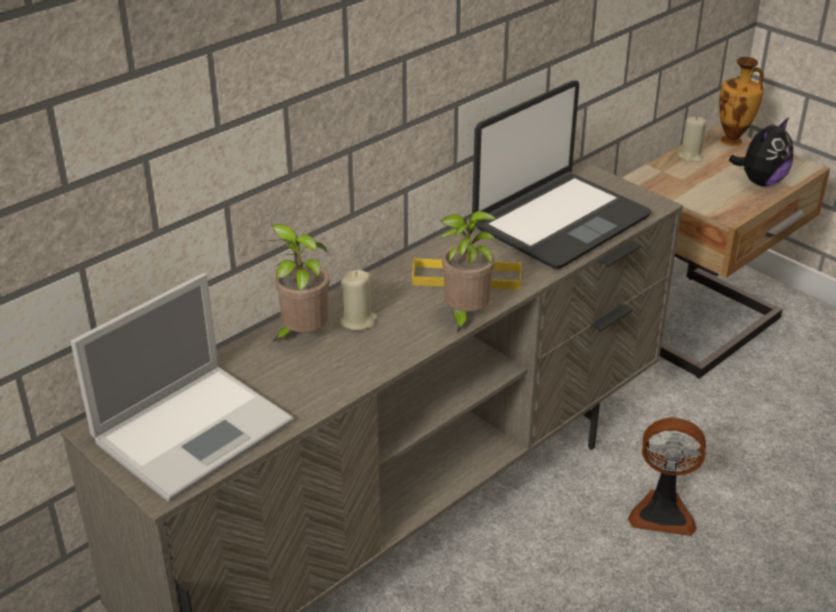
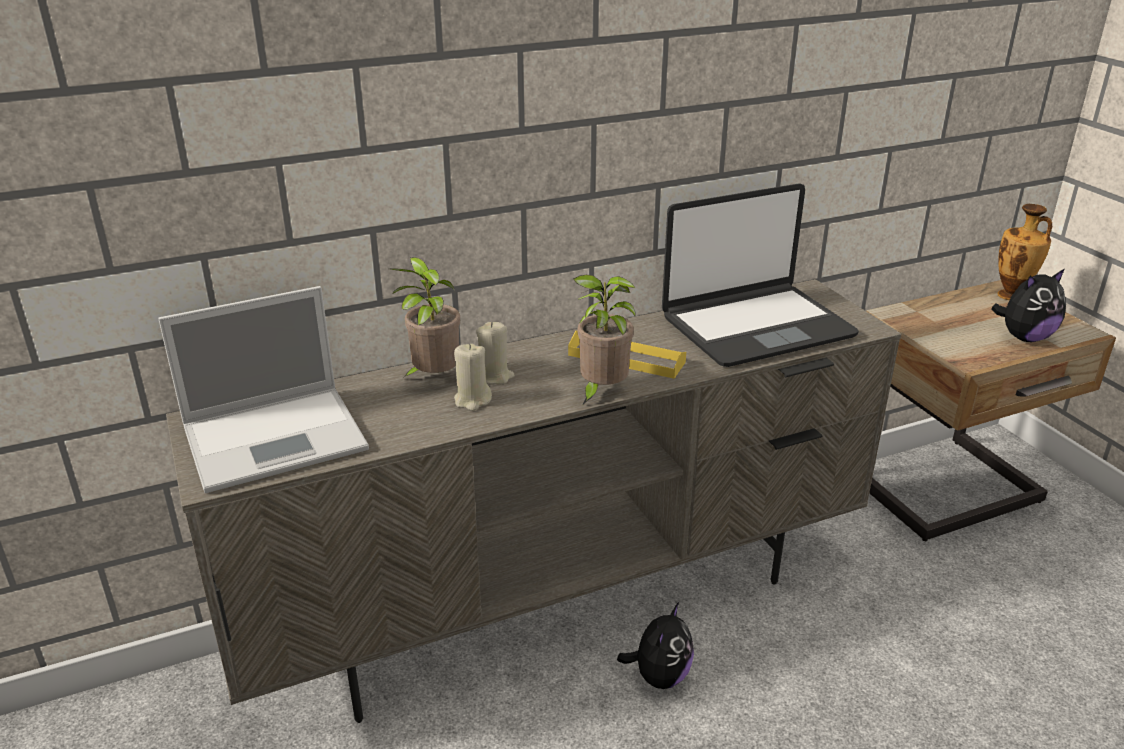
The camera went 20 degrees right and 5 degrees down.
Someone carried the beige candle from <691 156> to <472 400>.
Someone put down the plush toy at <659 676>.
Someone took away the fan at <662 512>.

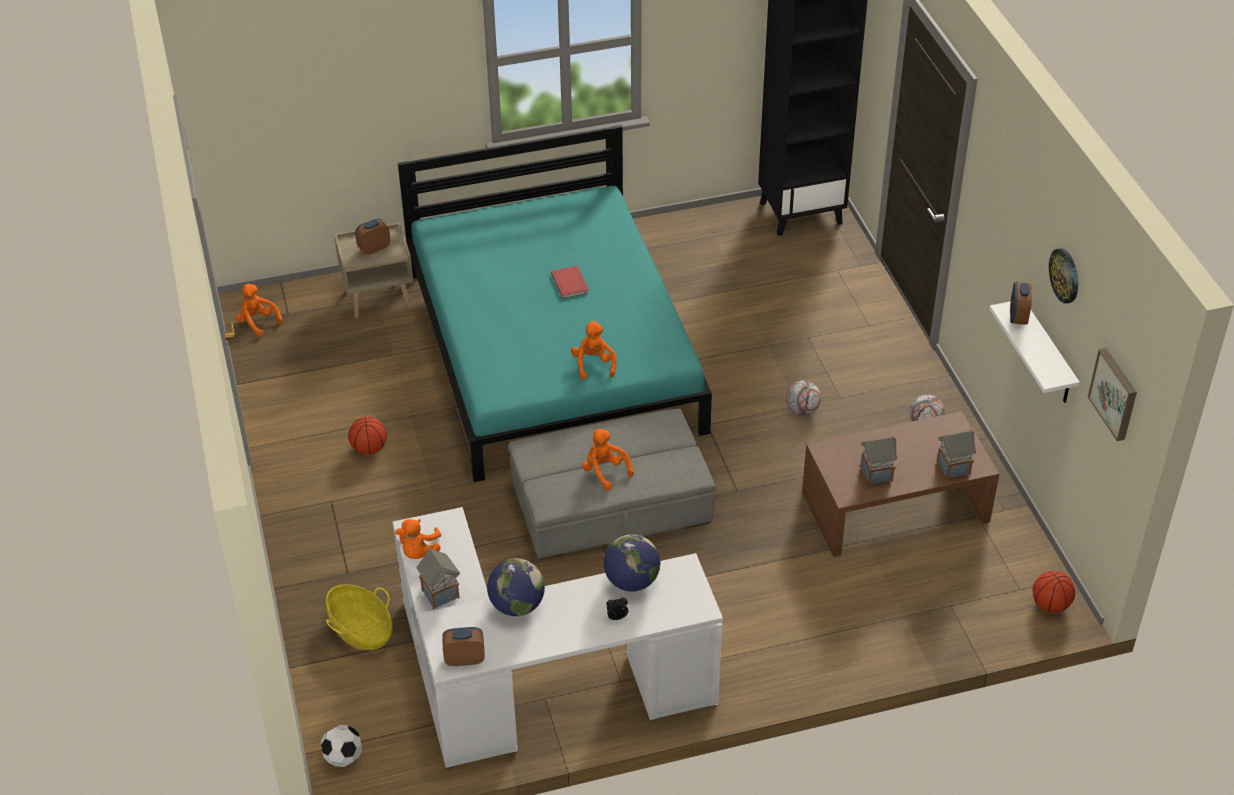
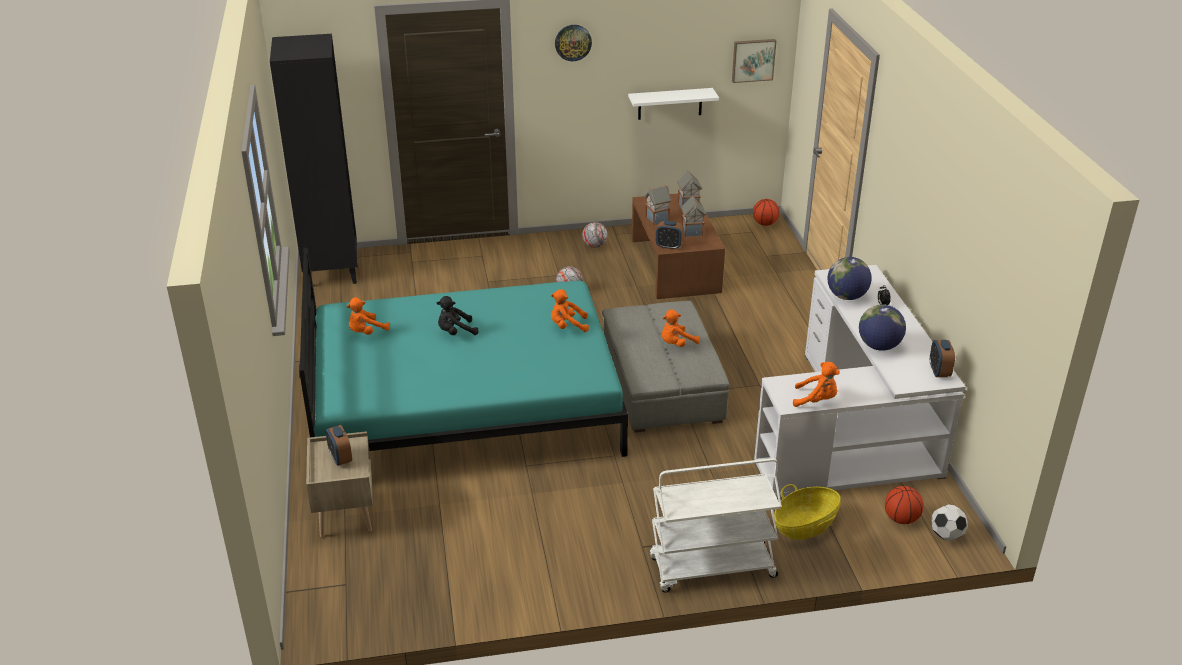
The camera went 85 degrees left and 10 degrees down.
Someone carried the orange plush toy from <258 322> to <366 332>.
Someone swapped the red book at <571 283> for the black plush toy at <455 332>.
Someone carried the wall clock from <1065 275> to <573 42>.
Someone carried the toy house from <441 595> to <657 219>.
Someone put down the white cart at <711 568>.
Someone carried the alarm clock from <1018 317> to <668 246>.
Someone carried the basketball from <369 449> to <901 519>.

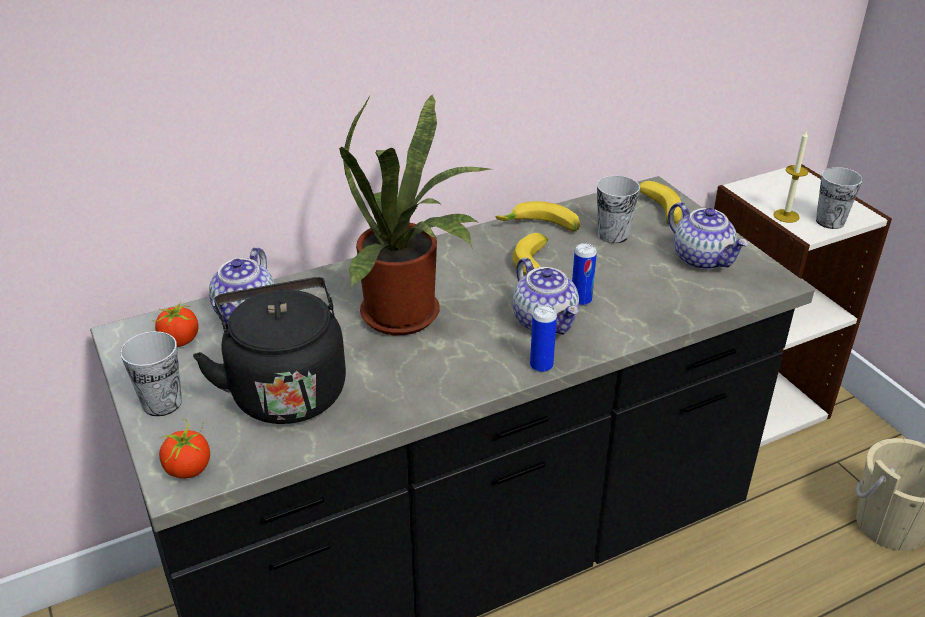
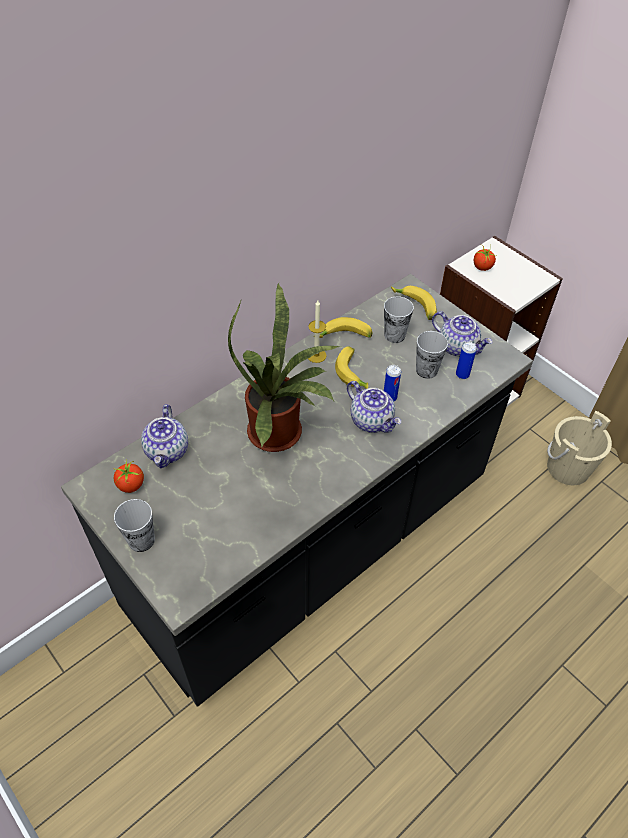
The camera went 15 degrees left and 15 degrees up.
Someone carried the candle from <786 216> to <316 355>.
Someone carried the cup from <830 221> to <426 370>.
Someone carried the can from <541 366> to <462 374>.
Someone carried the tomato from <188 469> to <482 267>.
Someone took away the black kettle at <286 389>.

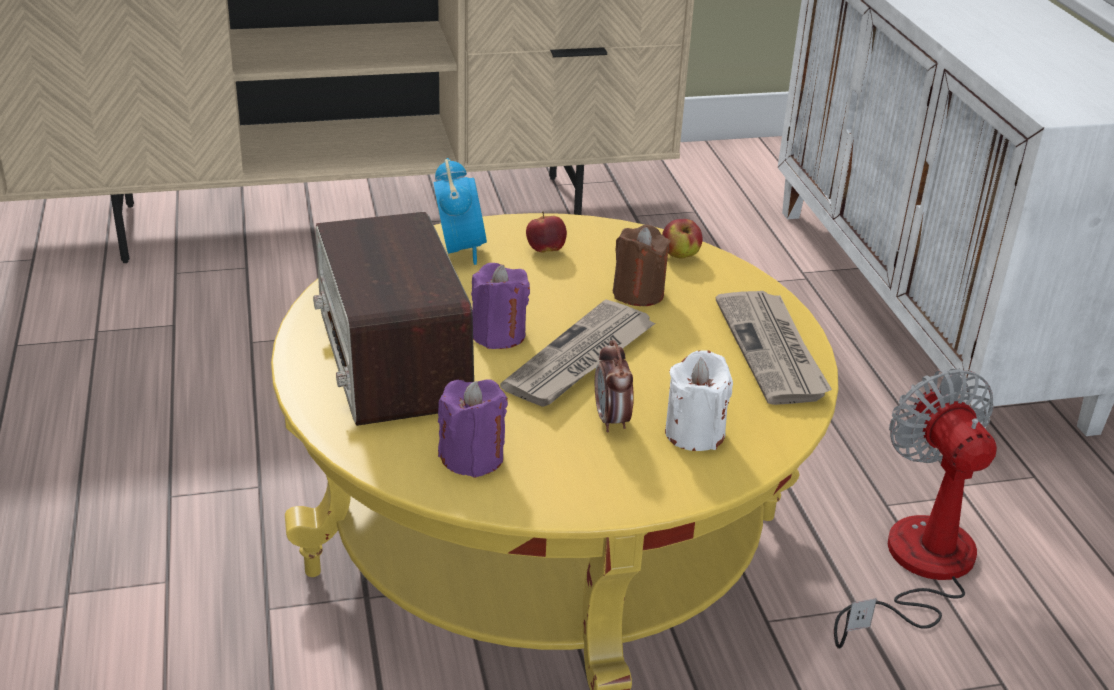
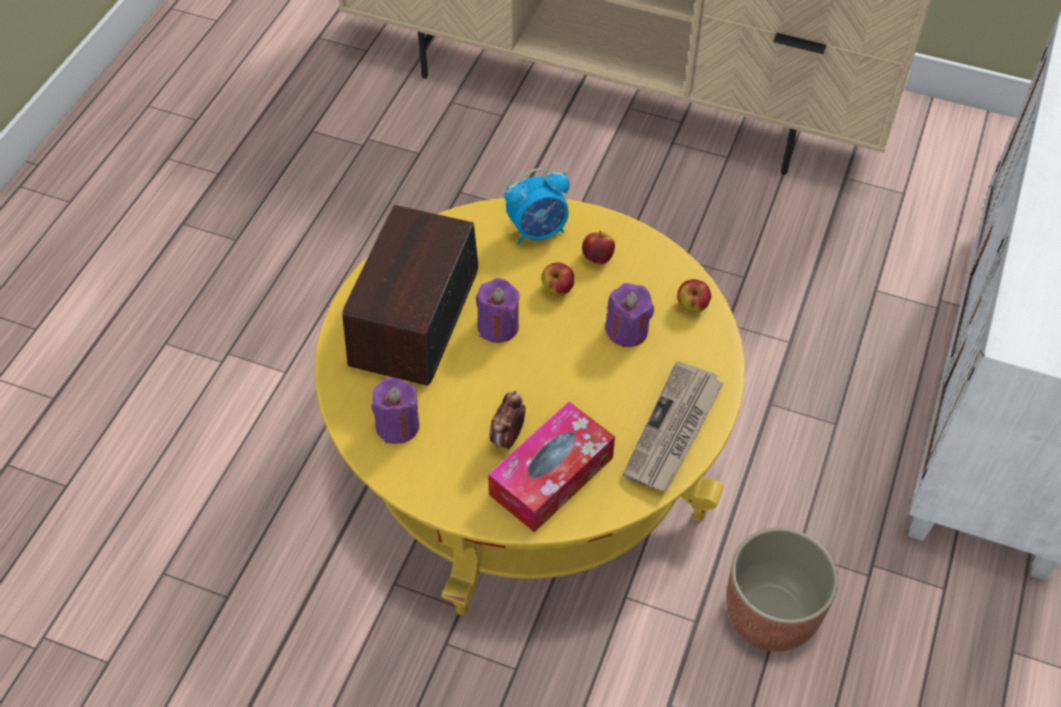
The camera went 35 degrees right and 20 degrees up.
Someone swapped the white candle at <694 433> for the tissue box at <551 476>.
Someone rotated the alarm clock at <460 249> by 45 degrees clockwise.
Someone put down the apple at <557 289>.
Someone repainted the brown candle at <638 293>, which became the purple candle at <627 330>.
Someone swapped the fan at <916 568> for the planter at <770 614>.
Someone took away the newspaper at <580 359>.

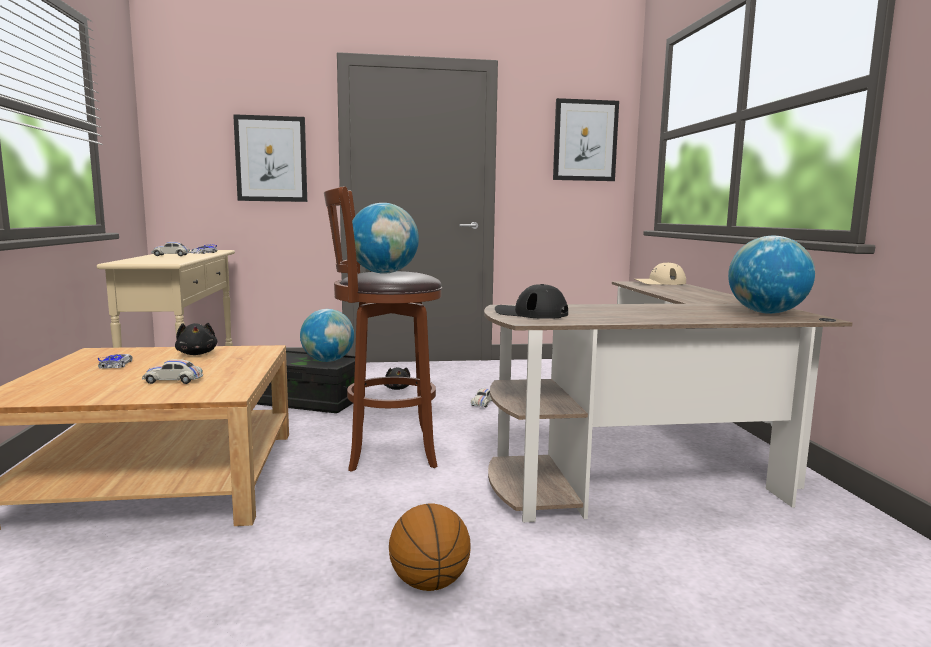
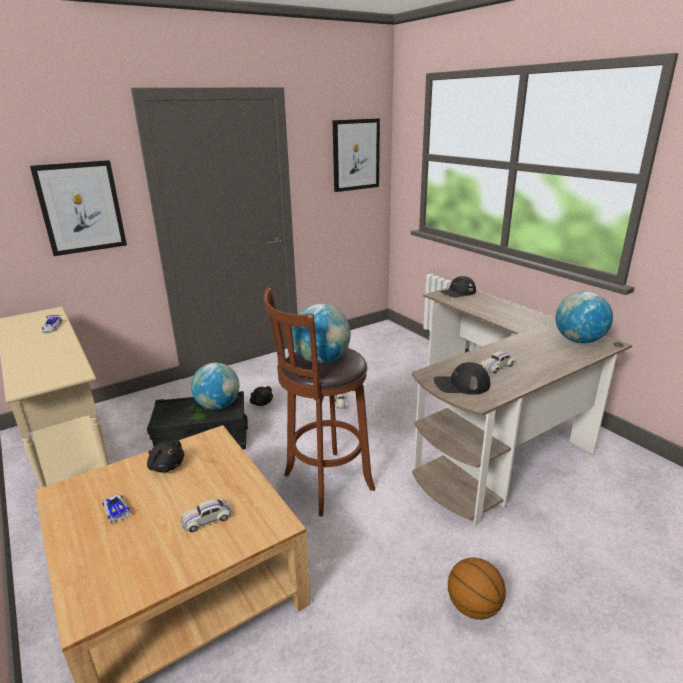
The camera went 25 degrees left and 15 degrees up.
Someone repainted the beige cap at <659 283>, which became the black cap at <458 292>.
Someone carried the white toy car from <171 255> to <497 367>.

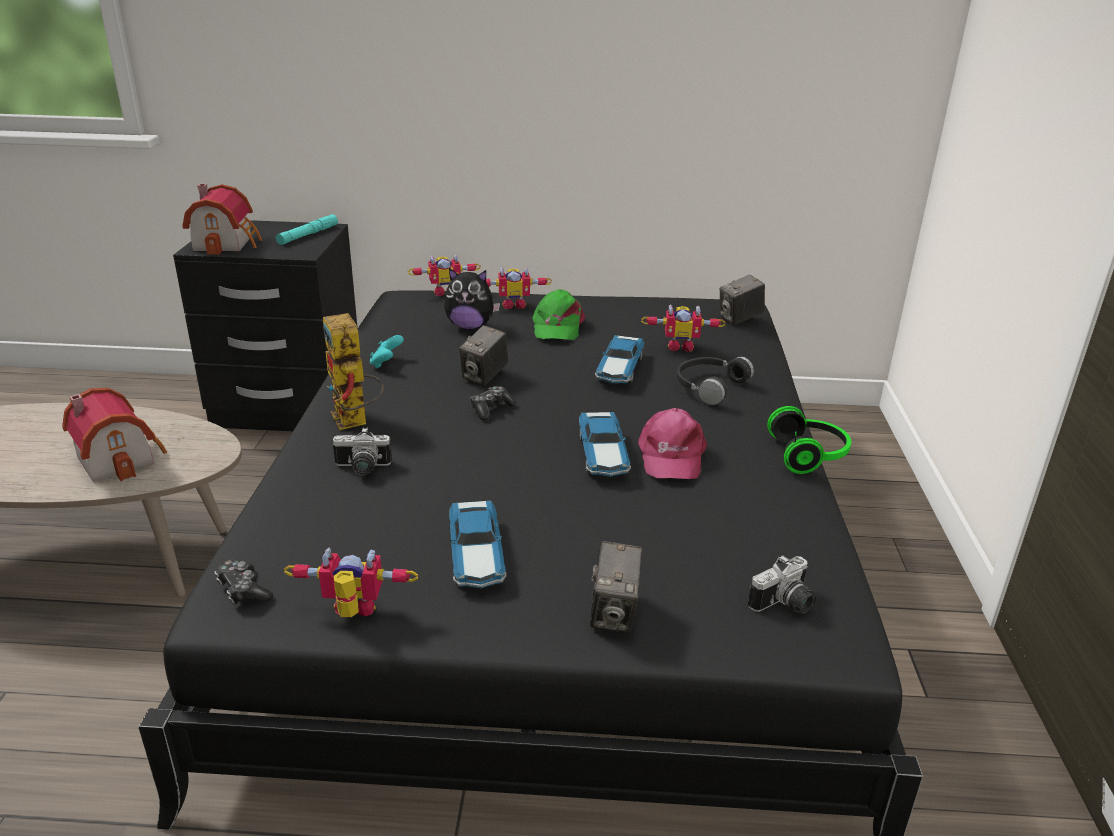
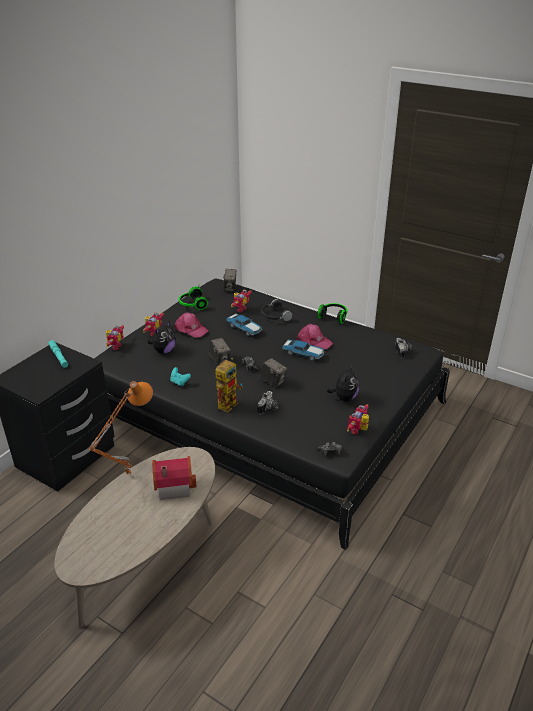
The camera went 60 degrees left and 5 degrees up.
Someone put down the orange table lamp at <128 474>.
Someone repainted the green cap at <557 326>, which became the pink cap at <190 329>.
Someone put down the headphones at <192 305>.
Someone rotated the toy robot at <355 422> by 60 degrees counterclockwise.
Someone carried the photo camera from <614 614> to <273 382>.
Someone swapped the toy car at <476 556> for the plush toy at <344 398>.
Someone took away the toy house at <227 243>.

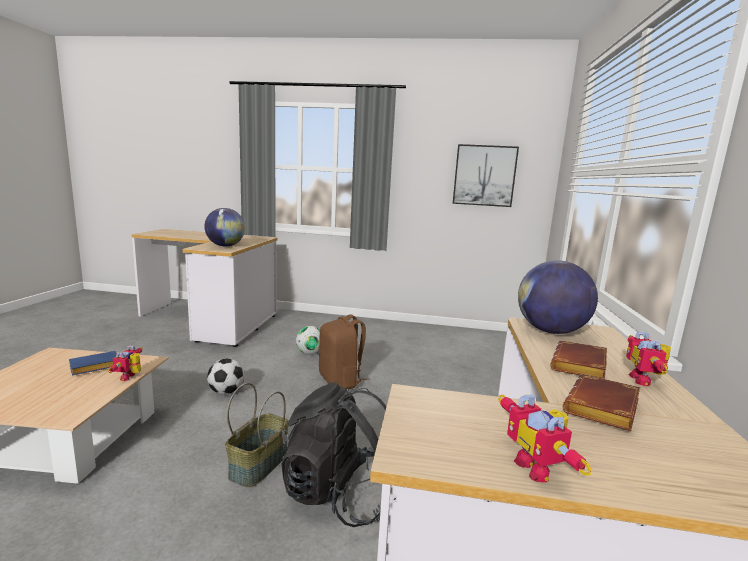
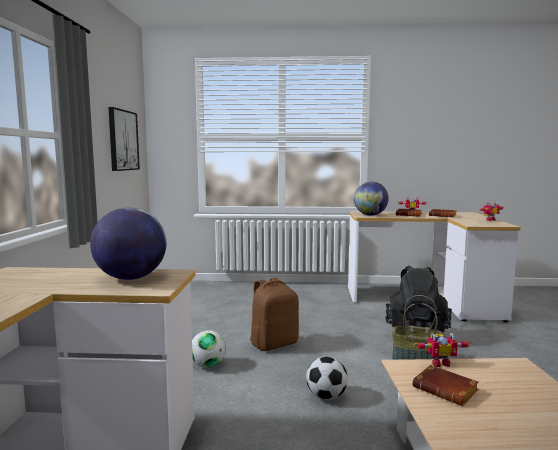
The camera went 95 degrees left and 5 degrees down.
Someone repainted the blue book at <94 367>, which became the brown book at <447 390>.

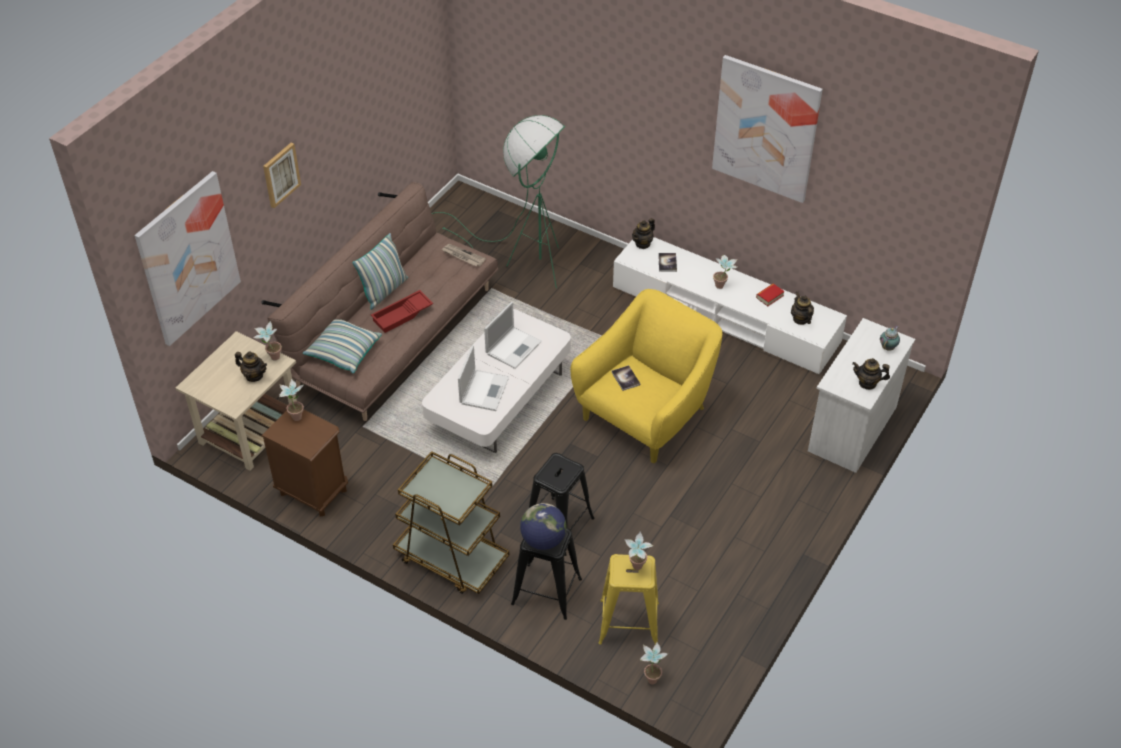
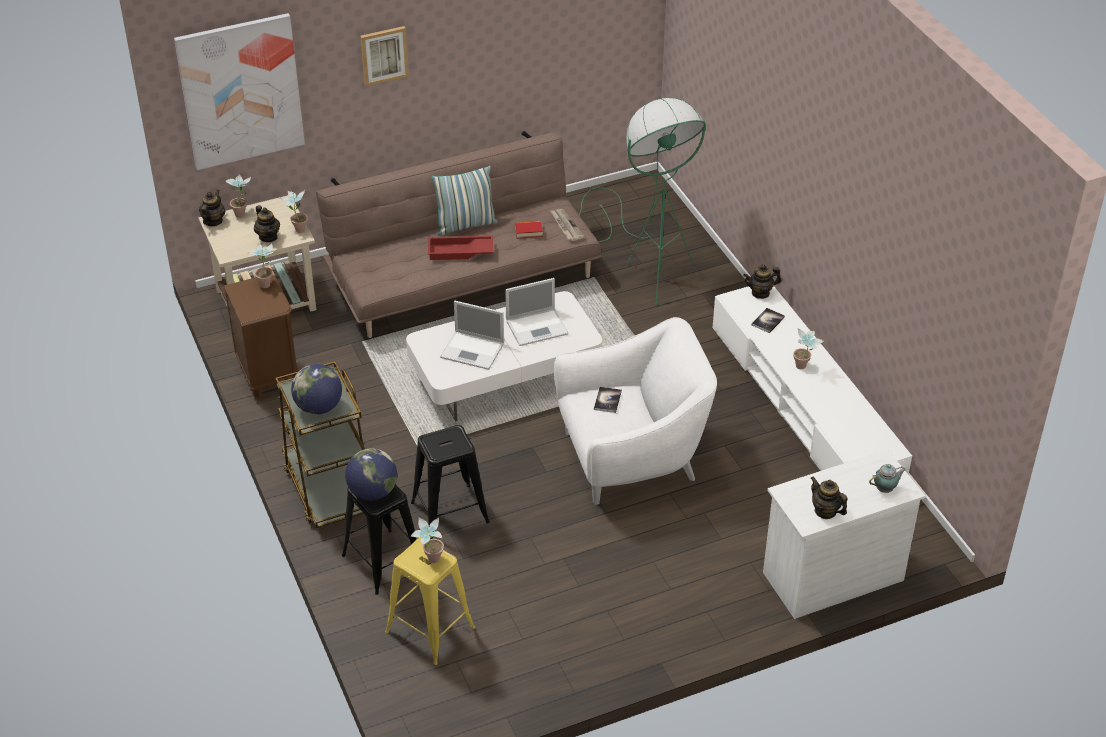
The camera went 35 degrees right and 5 degrees down.
Someone carried the teapot from <800 319> to <213 221>.
Someone carried the potted plant from <652 676> to <242 212>.
Someone put down the globe at <319 407>.
Someone rotated the laptop at <484 389> by 60 degrees clockwise.
Someone carried the book from <769 296> to <528 232>.
Someone repainted the yellow armchair at <646 414>, which became the white armchair at <631 457>.
Someone took away the pillow at <343 352>.
Someone took away the picture at <766 128>.

